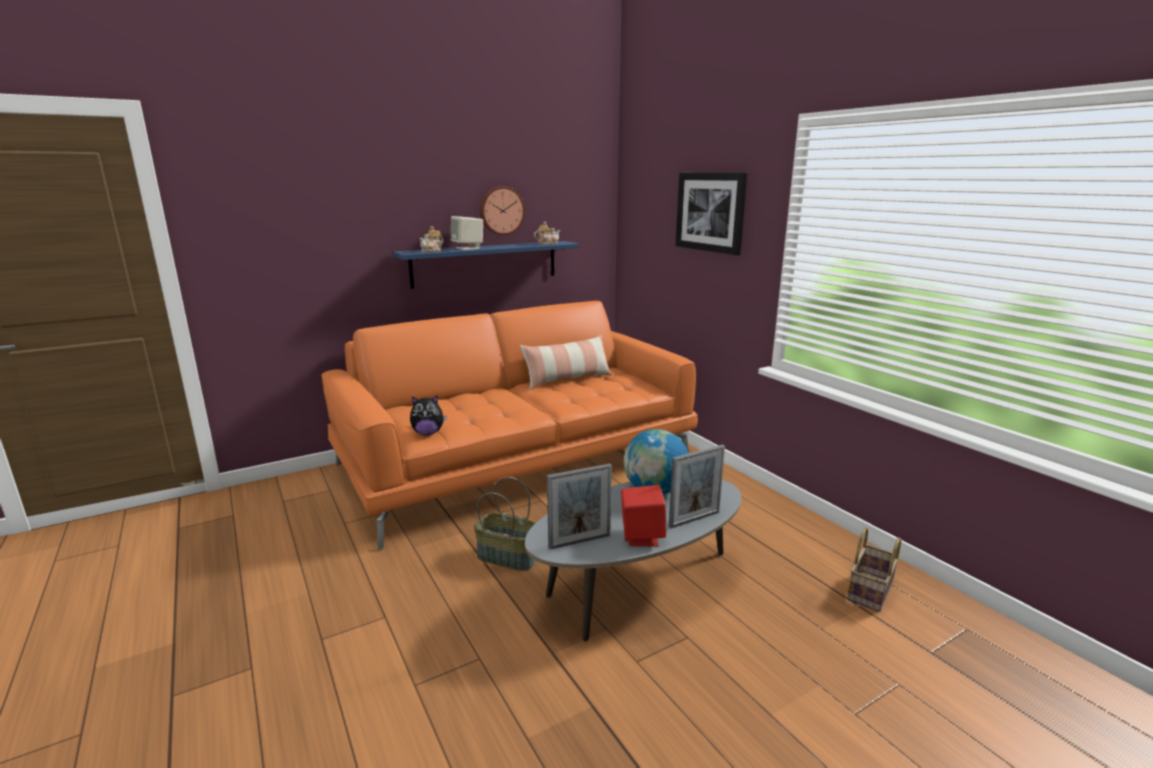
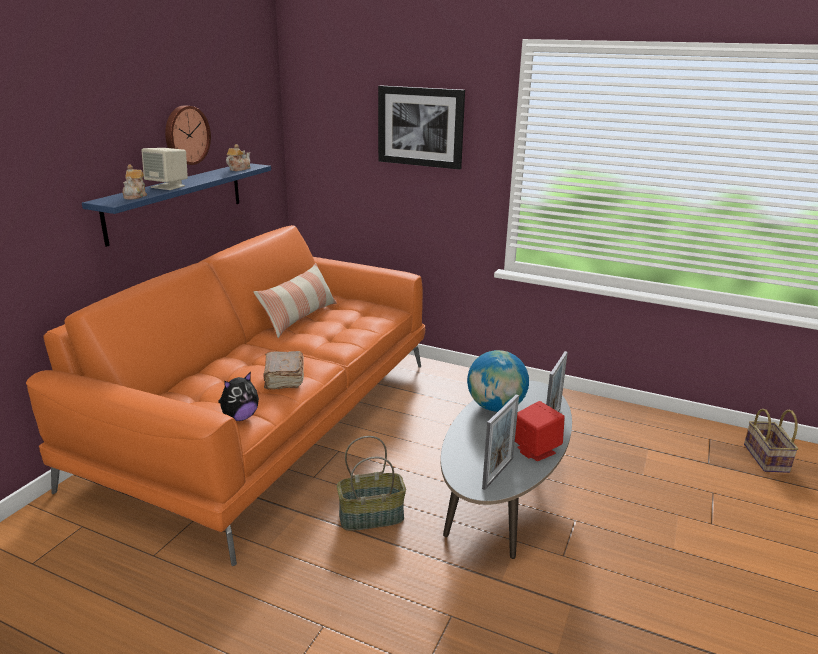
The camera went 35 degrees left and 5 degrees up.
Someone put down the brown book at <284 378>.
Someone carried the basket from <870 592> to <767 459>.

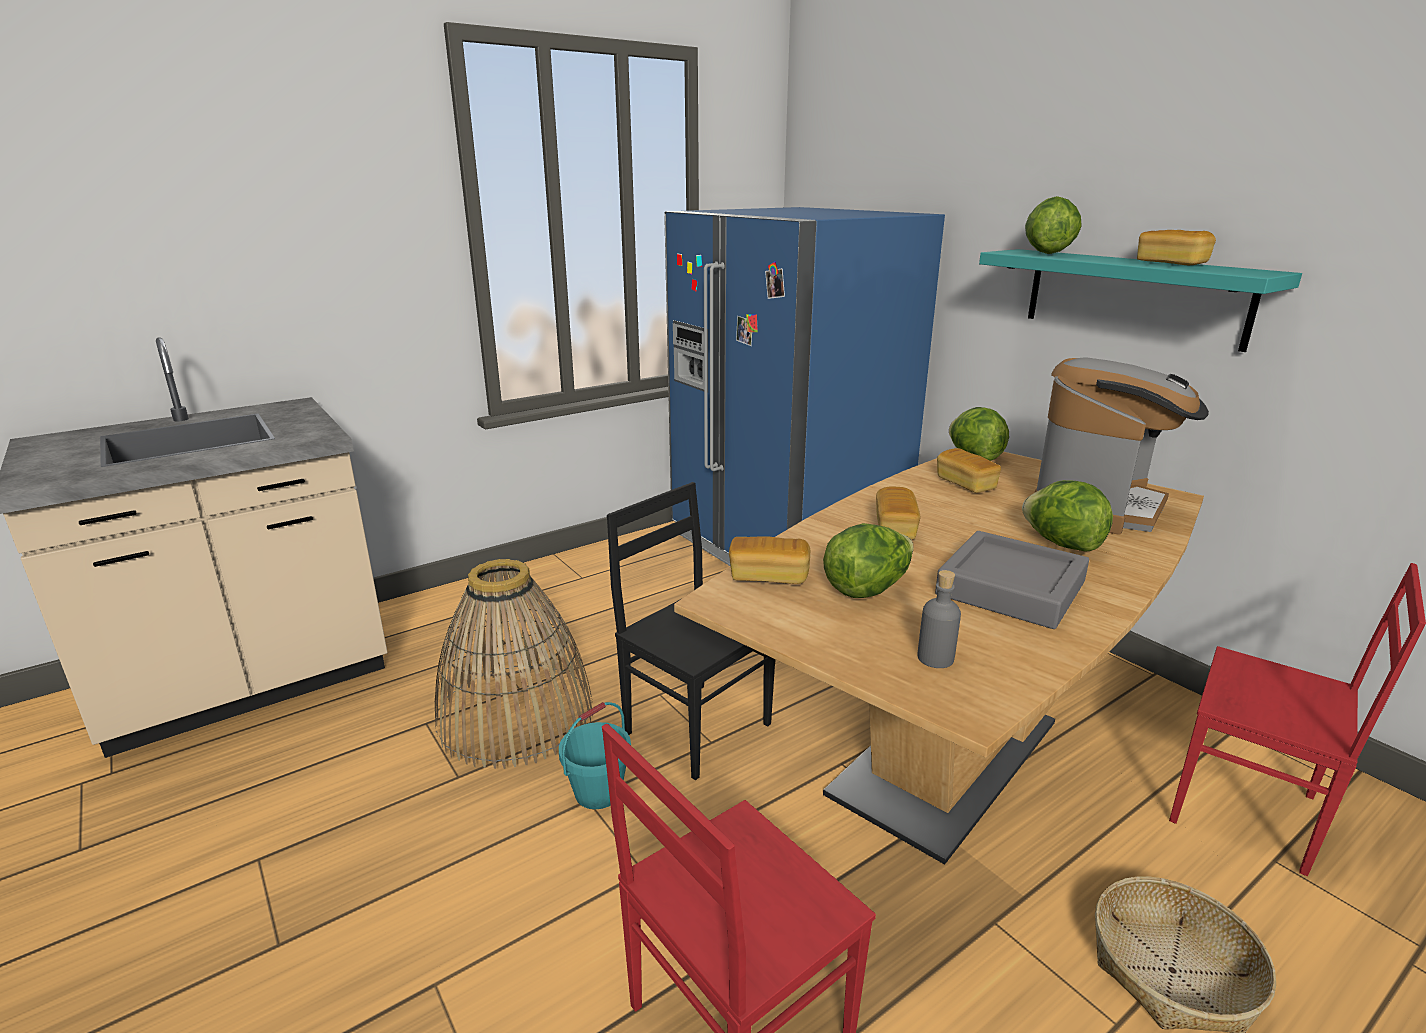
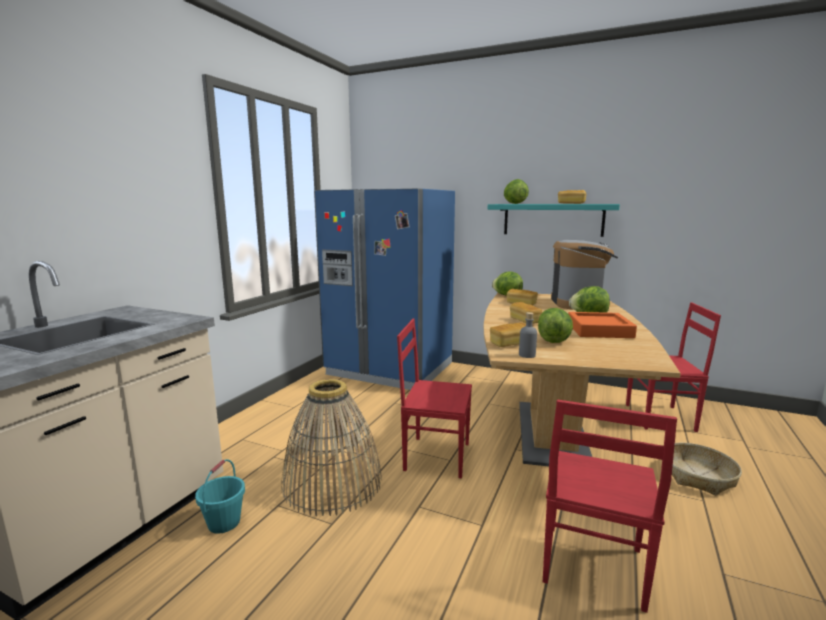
The camera went 30 degrees left and 10 degrees down.
Someone carried the turquoise bucket from <598 793> to <224 523>.
Someone repainted the black chair at <697 726>, which became the red chair at <436 455>.
Someone carried the grey bottle from <935 658> to <527 355>.
Someone repainted the grey tray at <1010 588>, which became the orange tray at <599 330>.

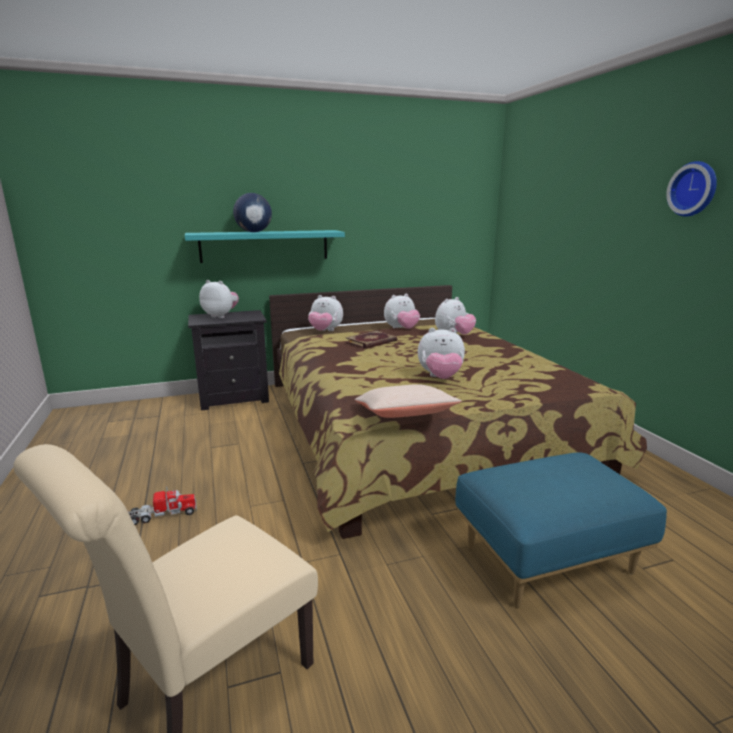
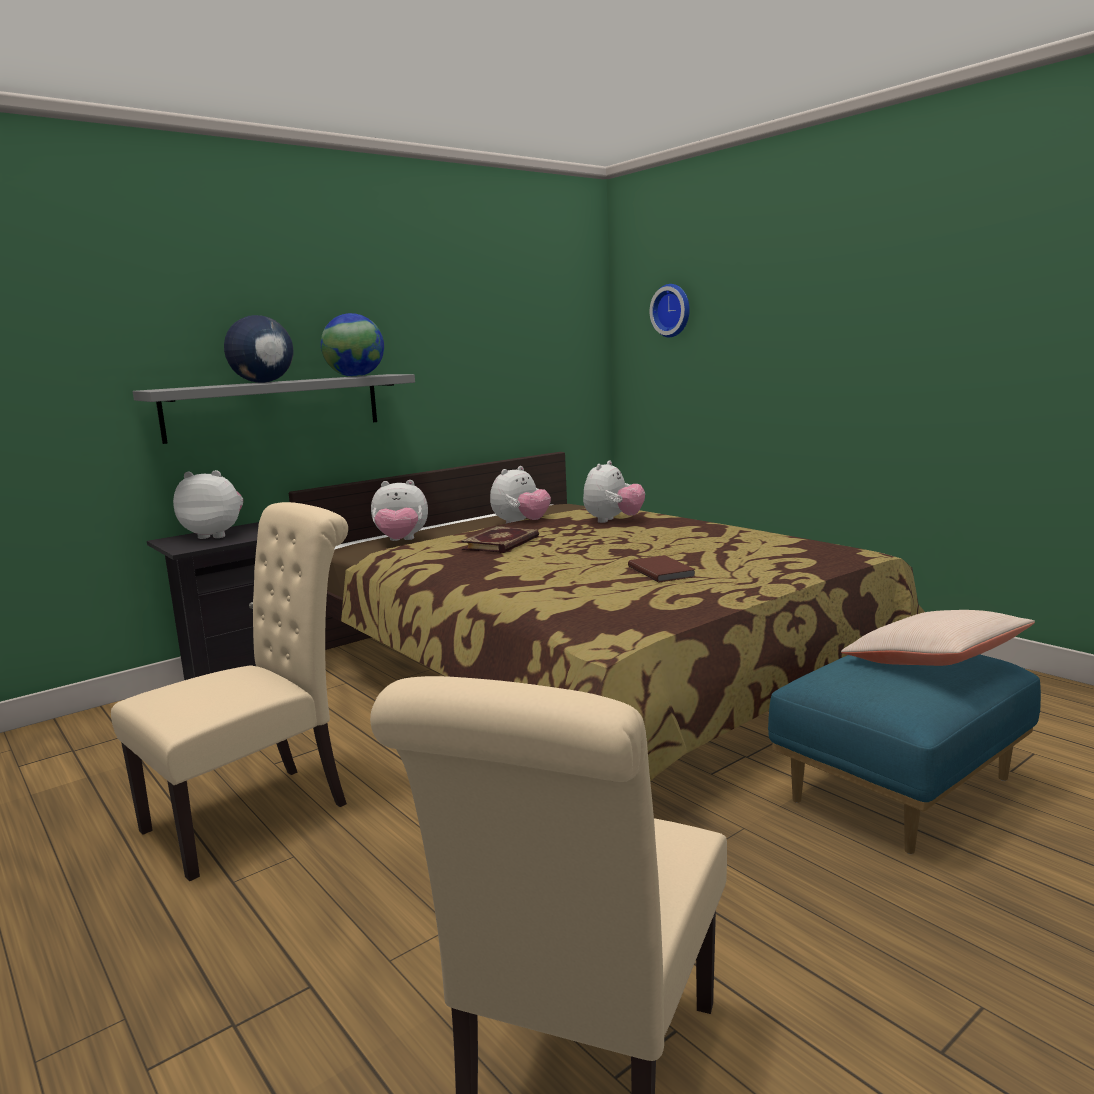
The camera went 20 degrees left and 5 degrees down.
Someone put down the beige chair at <259 813>.
Someone repainted the turquoise shelf at <265 246>, which became the grey shelf at <274 407>.
Someone put down the globe at <355 376>.
Someone swapped the plush toy at <440 378> for the brown book at <662 571>.
Someone carried the wall clock from <694 189> to <673 310>.
Someone carried the beige pillow from <404 416> to <934 662>.
Someone took away the toy truck at <163 515>.

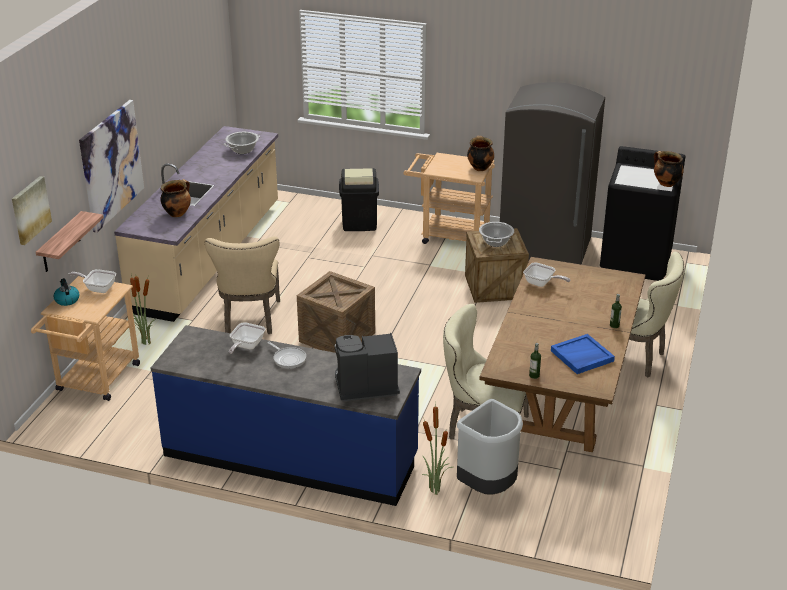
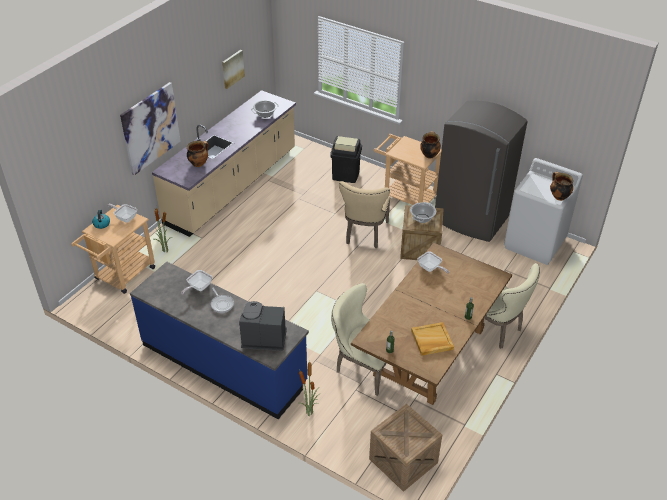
The camera went 15 degrees right and 10 degrees up.
Someone carried the picture from <30 210> to <232 68>.
Someone carried the beige chair from <250 320> to <365 234>.
Someone carried the crate from <337 337> to <403 461>.
Someone repainted the blue tray at <582 356>, which became the beige tray at <431 340>.
Someone repainted the black washing machine at <636 261>, which became the white washing machine at <535 243>.
Someone took away the shelf at <61 243>.
Someone took away the grey trash can at <488 488>.

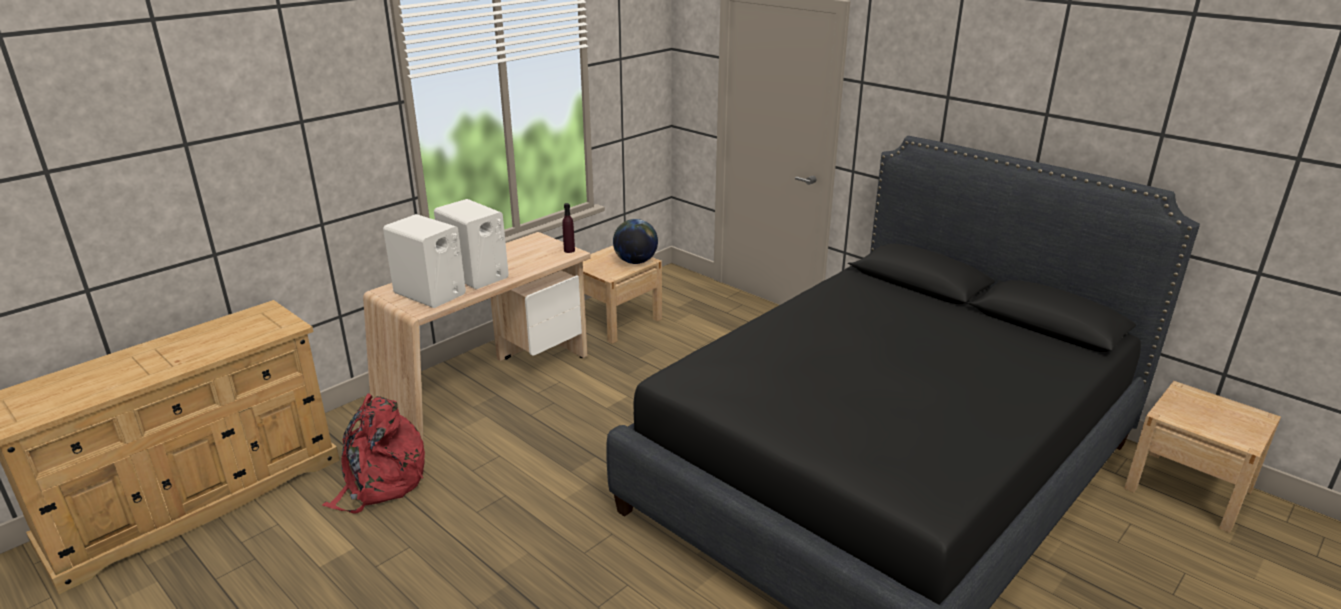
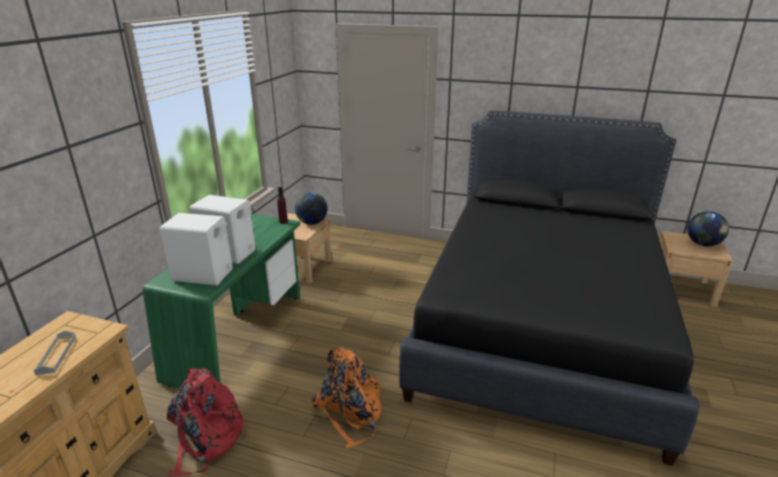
The camera went 25 degrees left and 0 degrees up.
Someone put down the grey tray at <56 355>.
Someone repainted the beige desk at <489 384>, which became the green desk at <240 336>.
Someone put down the orange backpack at <350 412>.
Someone put down the globe at <703 244>.

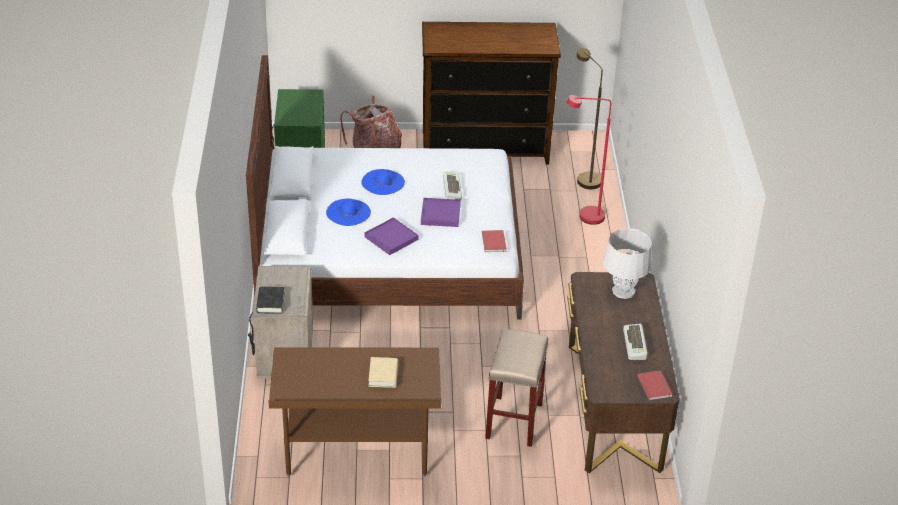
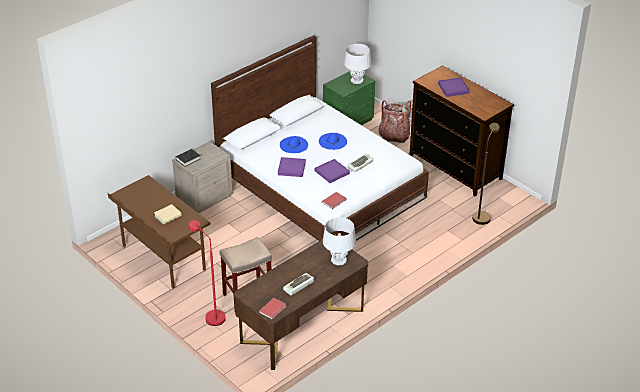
The camera went 50 degrees right and 0 degrees up.
Someone carried the red floor lamp from <584 217> to <211 316>.
Someone put down the white table lamp at <357 80>.
Someone put down the purple tray at <453 88>.

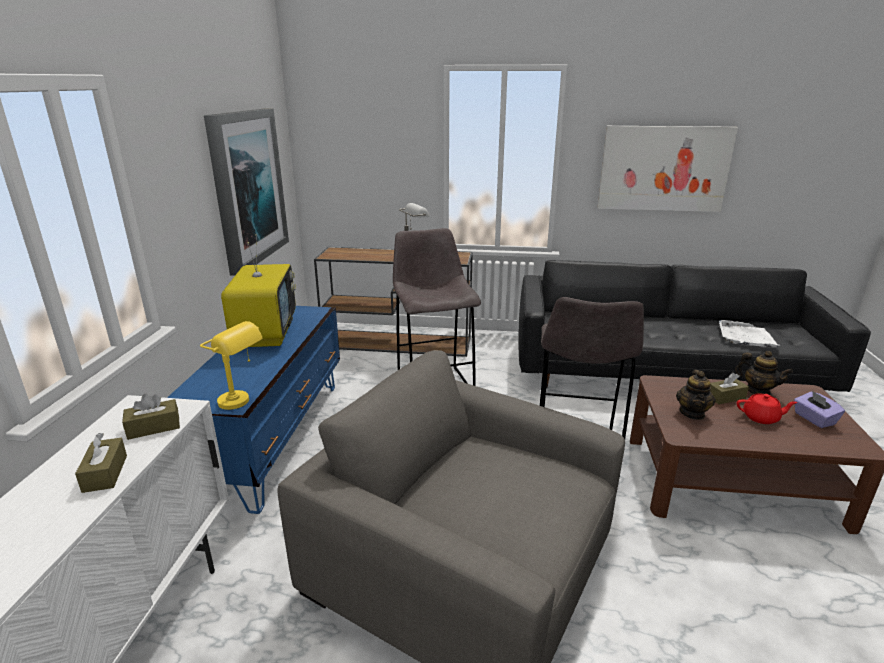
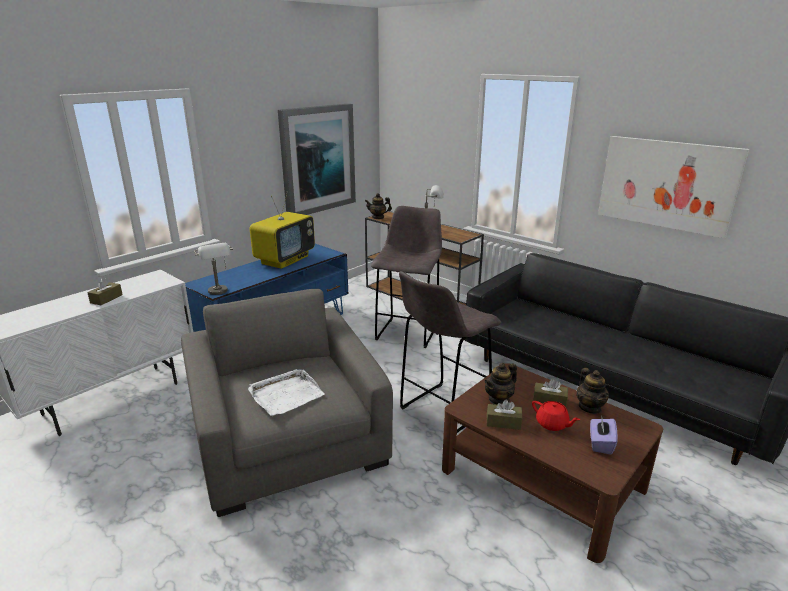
The camera went 35 degrees right and 0 degrees up.
Someone repainted the yellow table lamp at <242 403>, which became the grey table lamp at <220 293>.
Someone carried the white tray from <745 337> to <285 395>.
Someone put down the teapot at <378 217>.
Someone carried the brown tissue box from <154 427> to <503 422>.

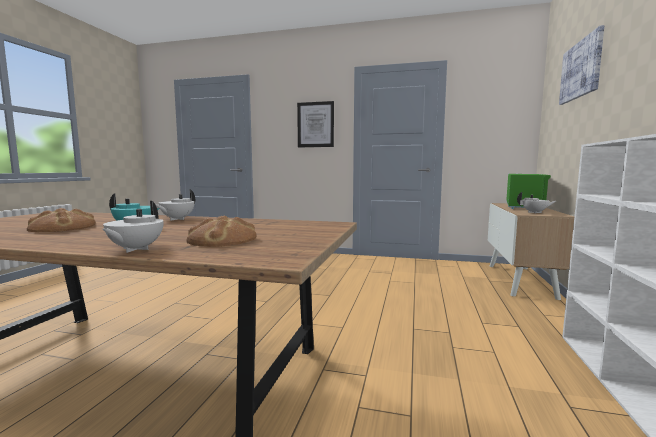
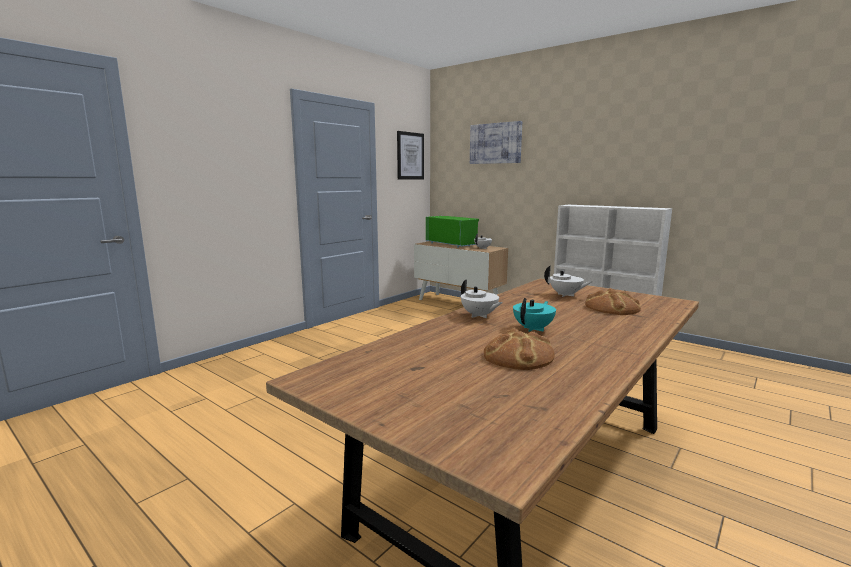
The camera went 65 degrees left and 5 degrees up.
Someone carried the picture from <315 124> to <410 156>.
Someone carried the white teapot from <135 249> to <565 295>.

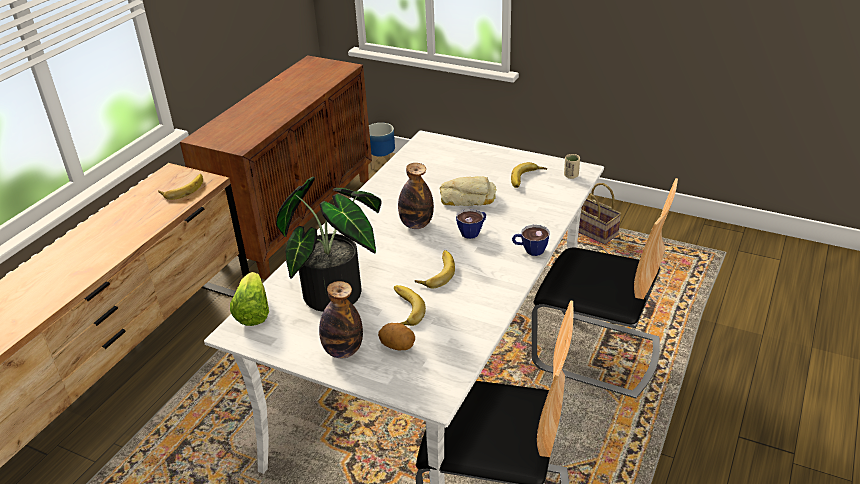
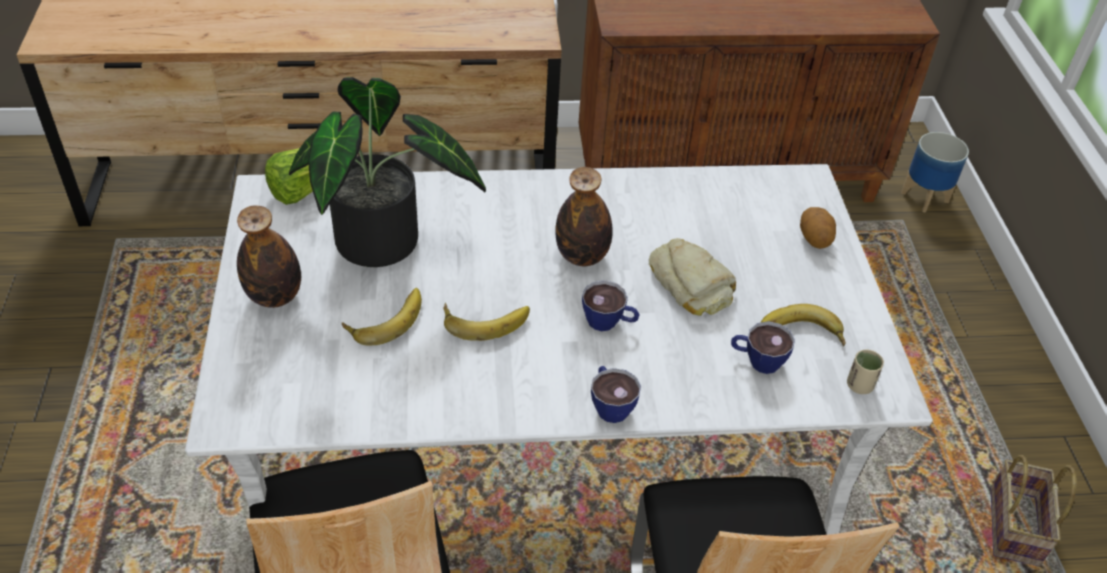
The camera went 55 degrees right and 10 degrees up.
Someone put down the cup at <757 360>.
Someone carried the potato from <398 346> to <815 239>.
Someone took away the banana at <182 189>.

